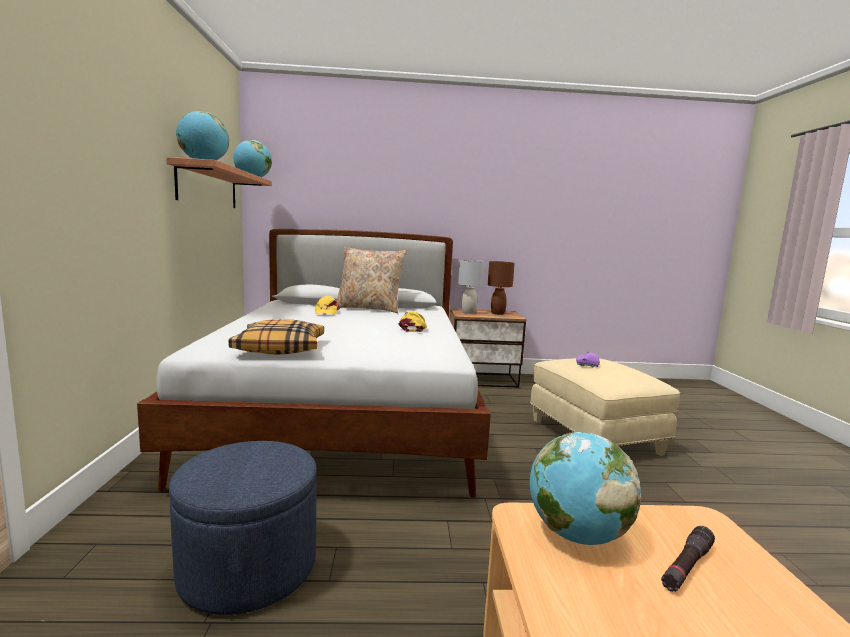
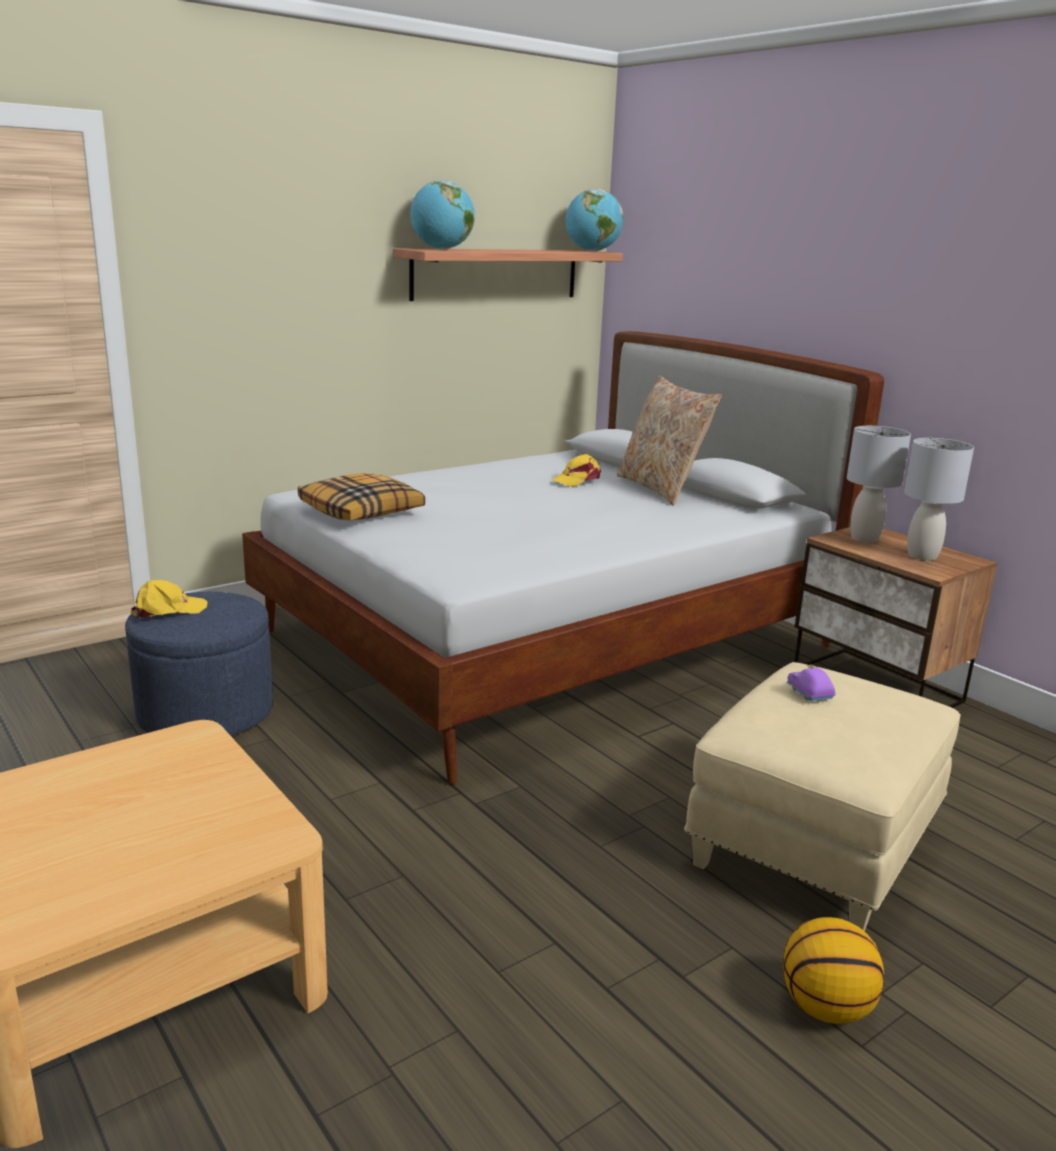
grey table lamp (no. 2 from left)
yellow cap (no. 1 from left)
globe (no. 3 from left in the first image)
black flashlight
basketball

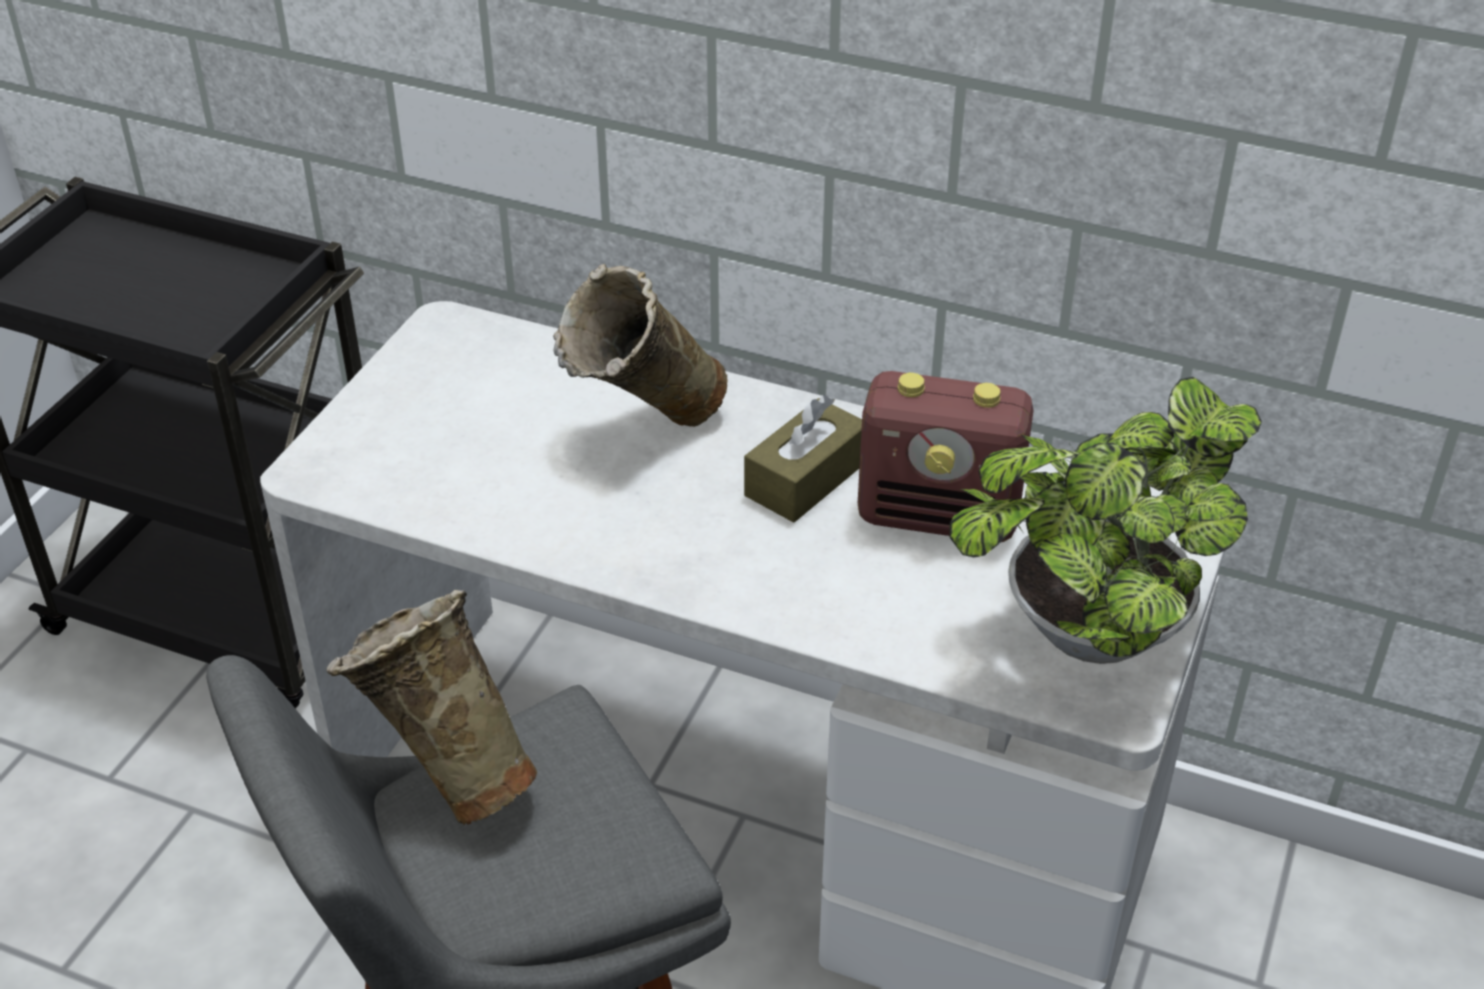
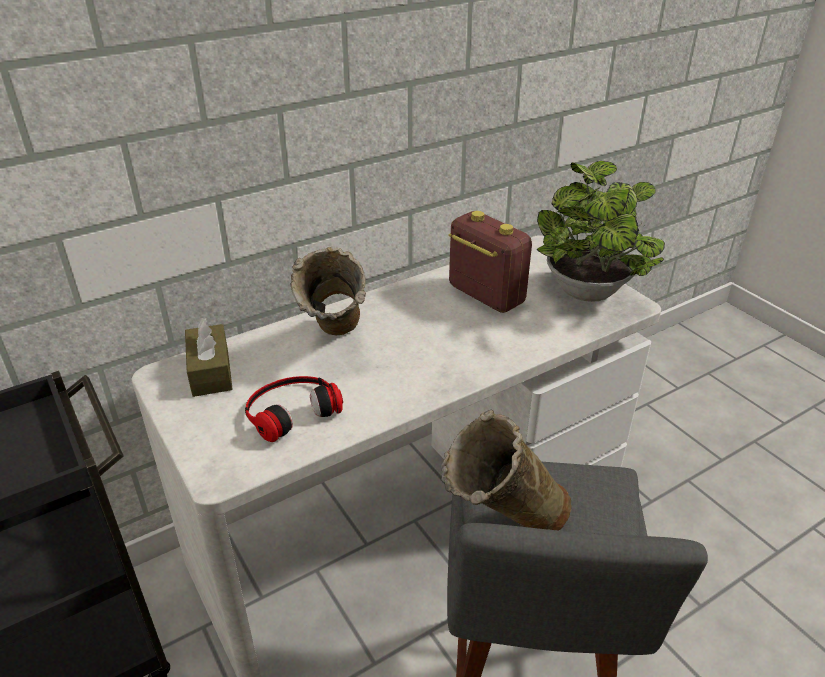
radio
brown tissue box
headphones

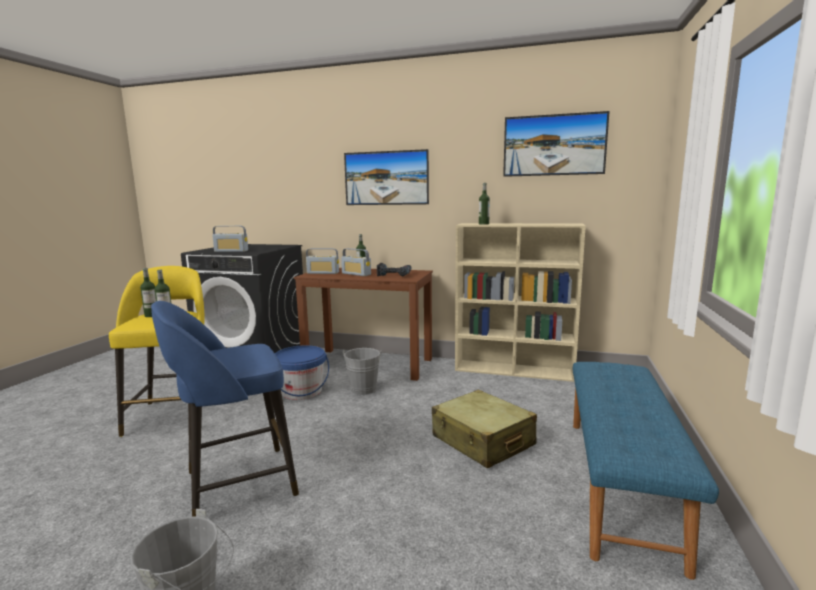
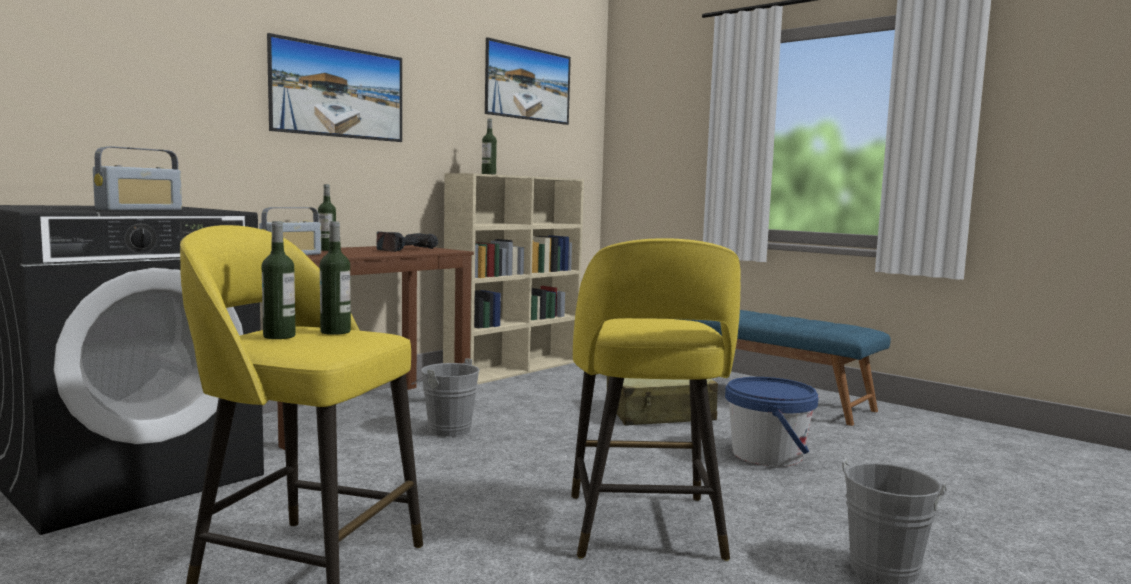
radio (no. 3 from left in the first image)
yellow stool (no. 2 from left)
blue bucket

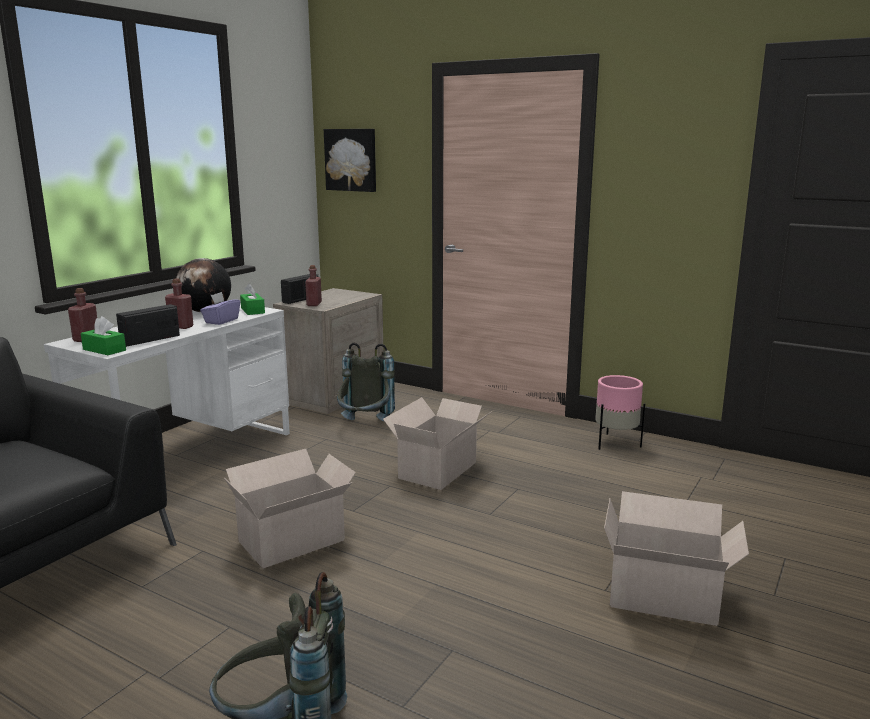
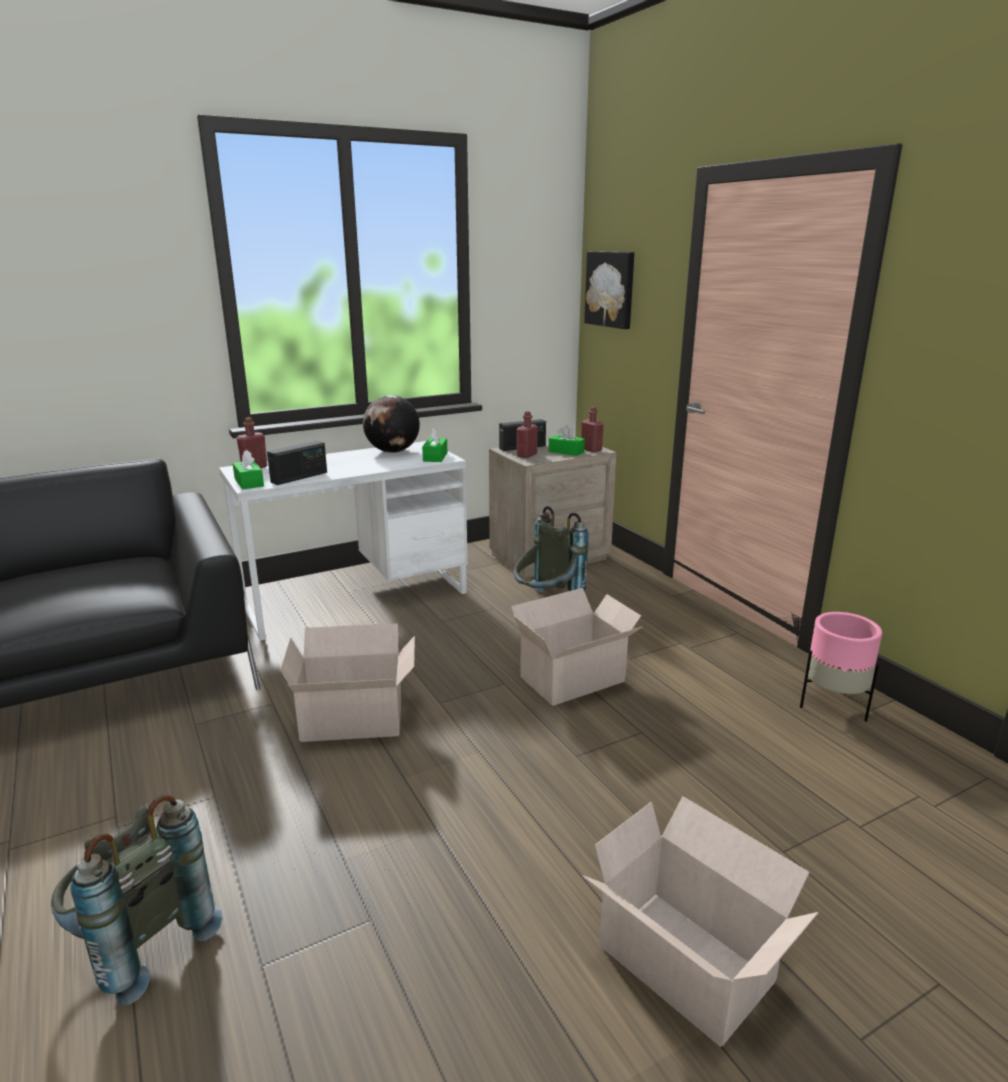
red bottle (no. 3 from left)
purple tissue box
radio (no. 1 from left)
green tissue box (no. 3 from left)

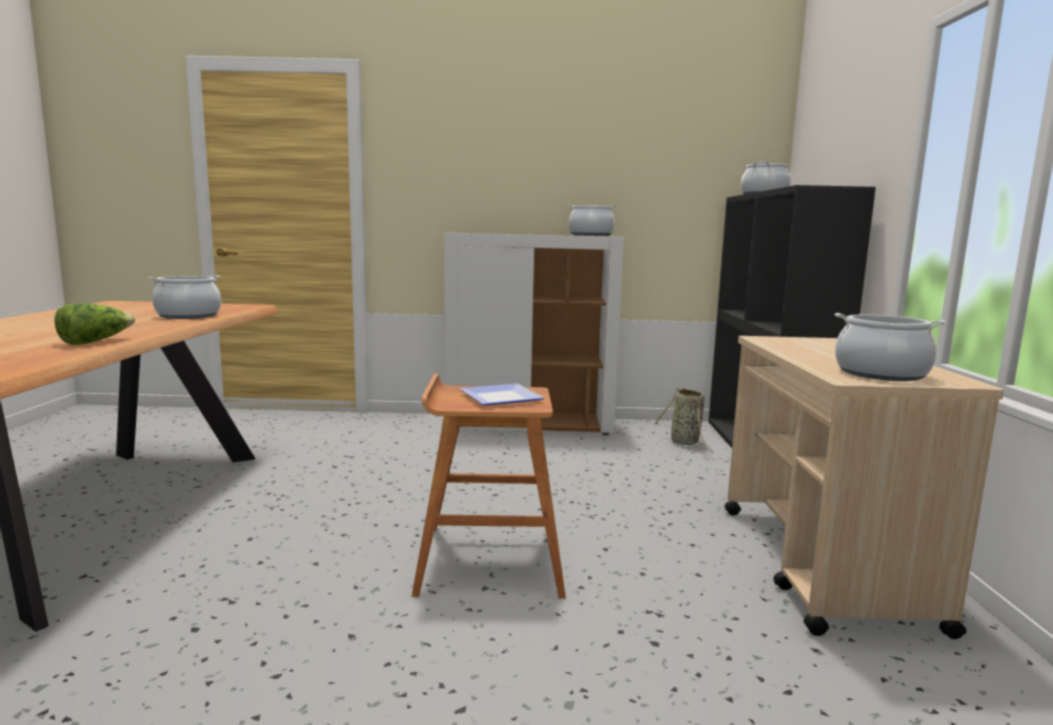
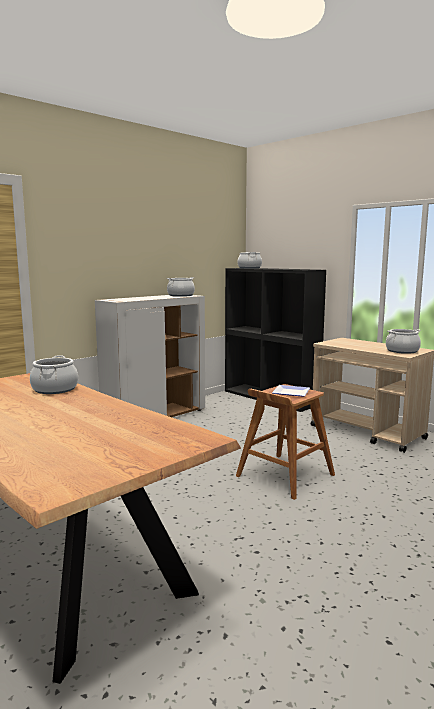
lettuce
basket

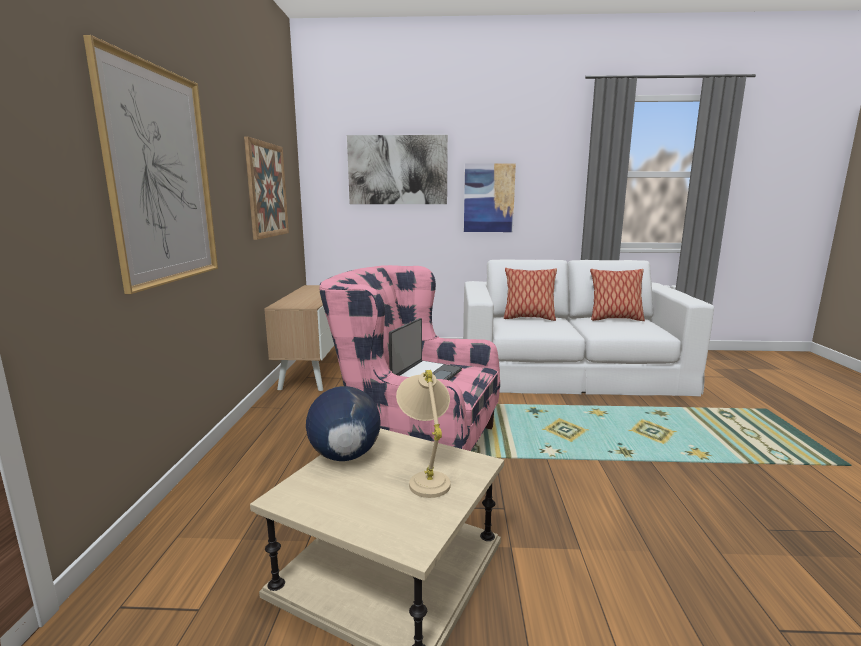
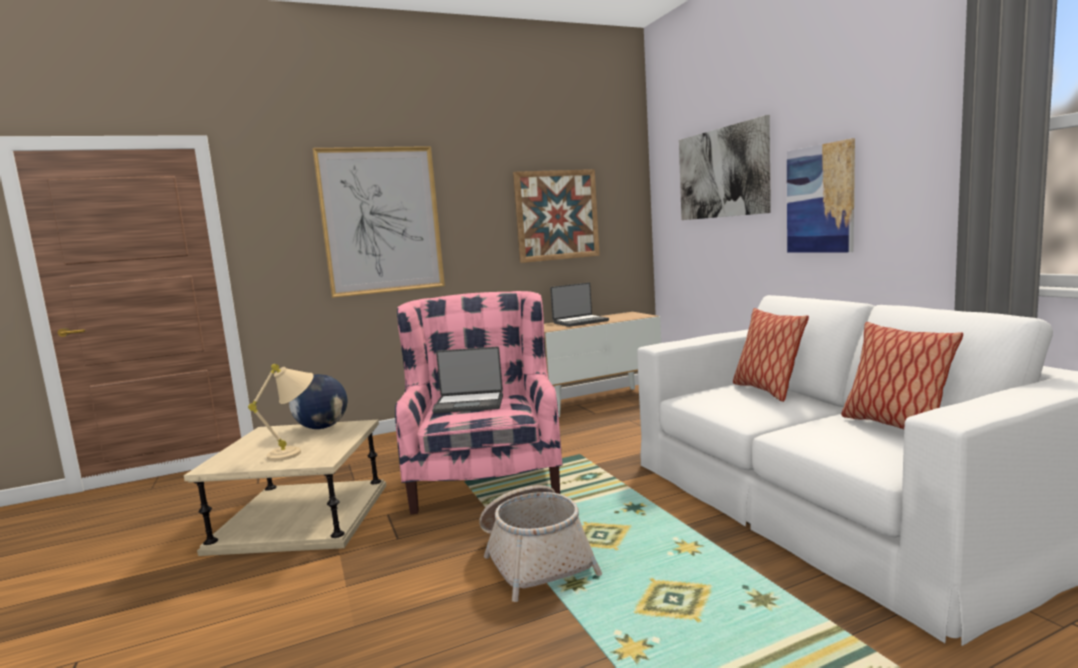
laptop (no. 2 from left)
basket

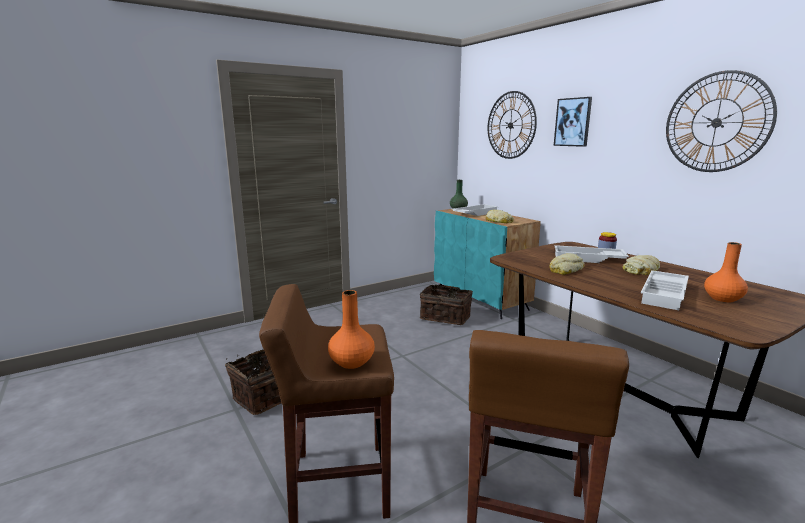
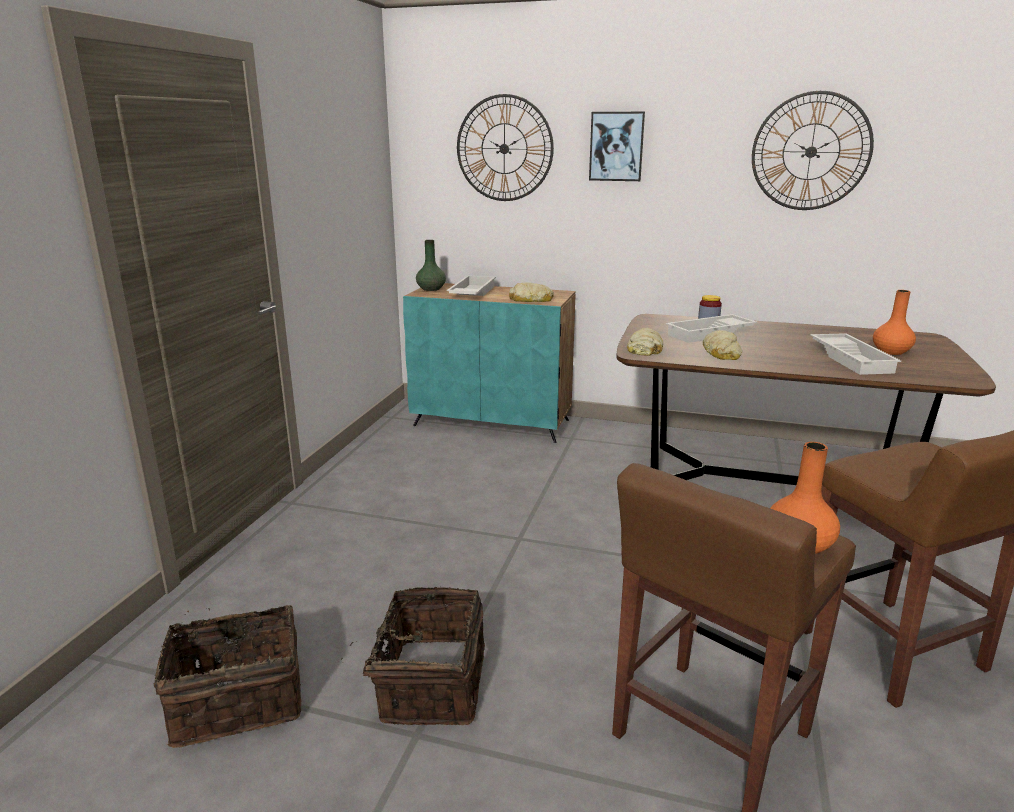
bread (no. 2 from left)
basket (no. 1 from left)

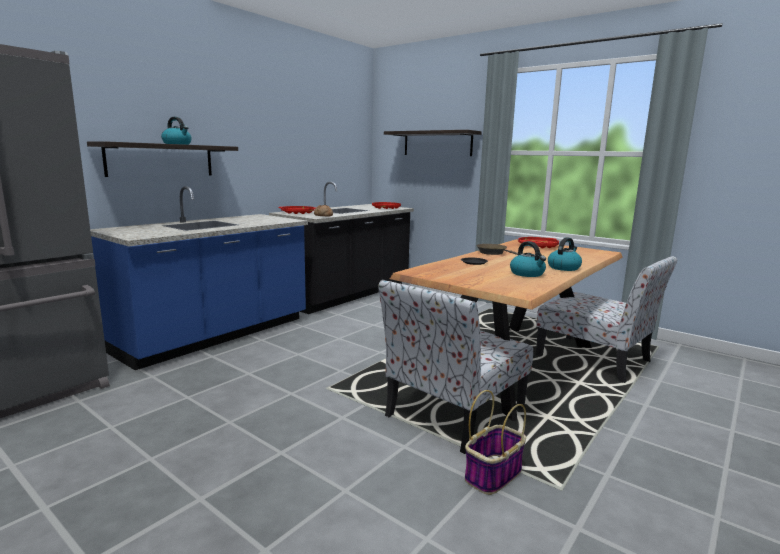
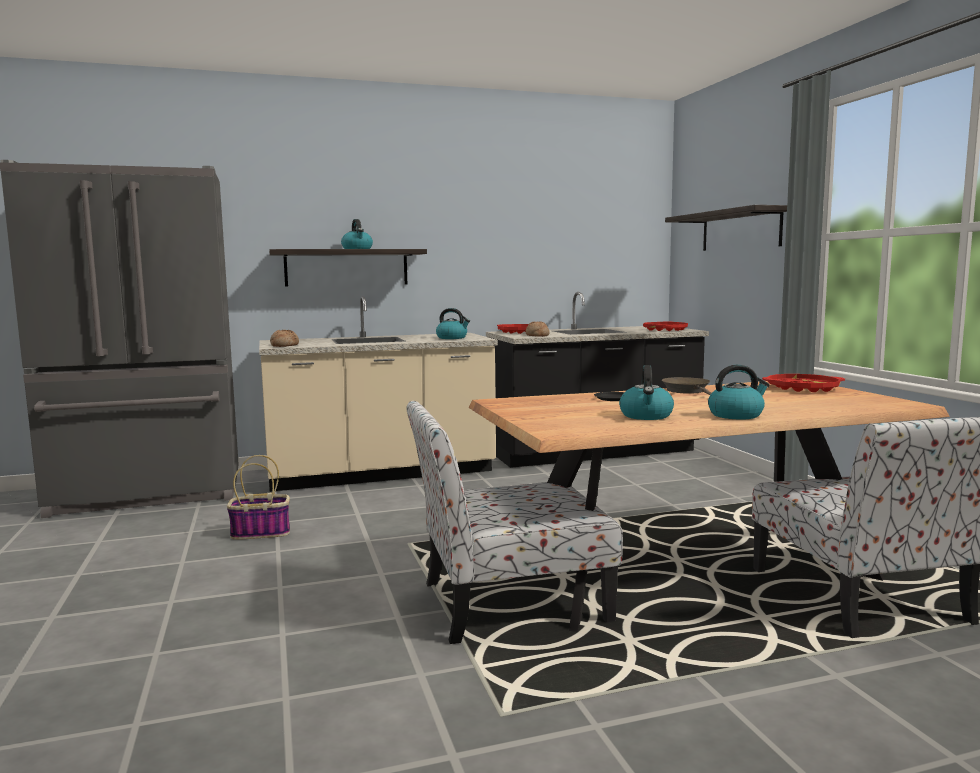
beige counter
basket
kettle (no. 2 from left)
bread (no. 1 from left)

